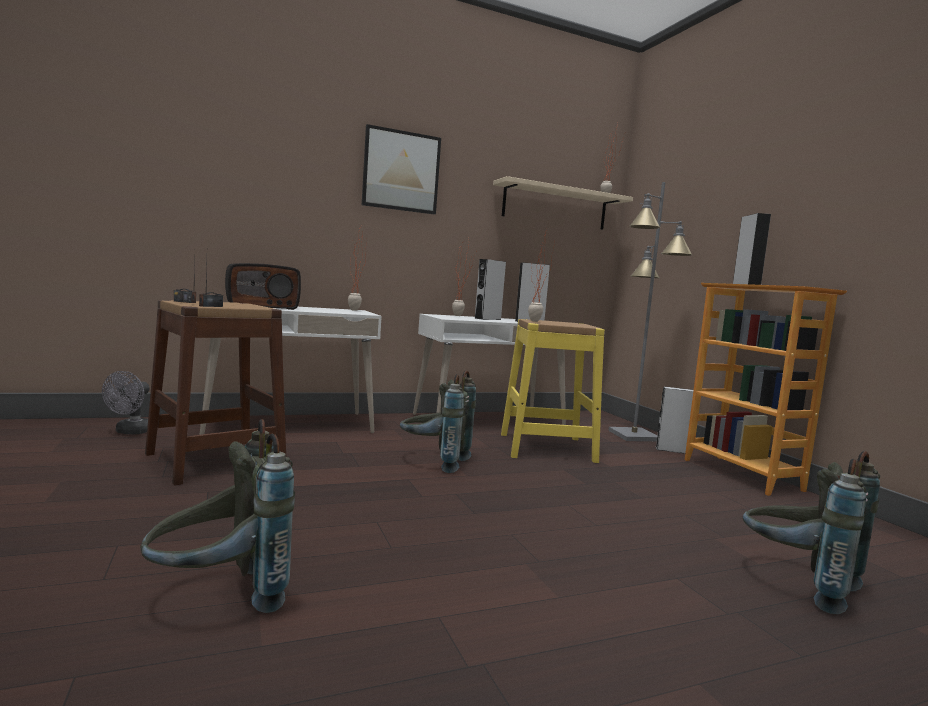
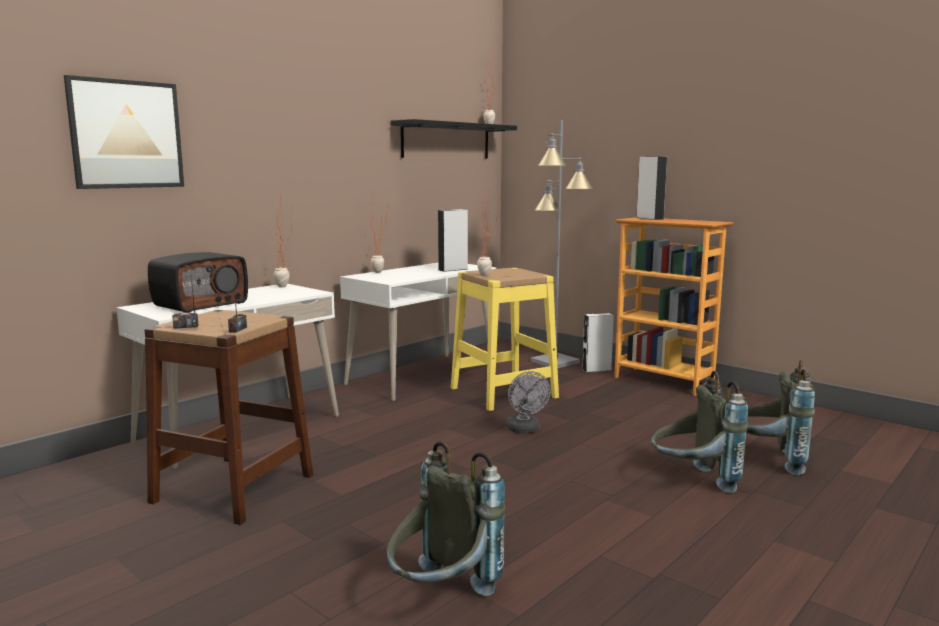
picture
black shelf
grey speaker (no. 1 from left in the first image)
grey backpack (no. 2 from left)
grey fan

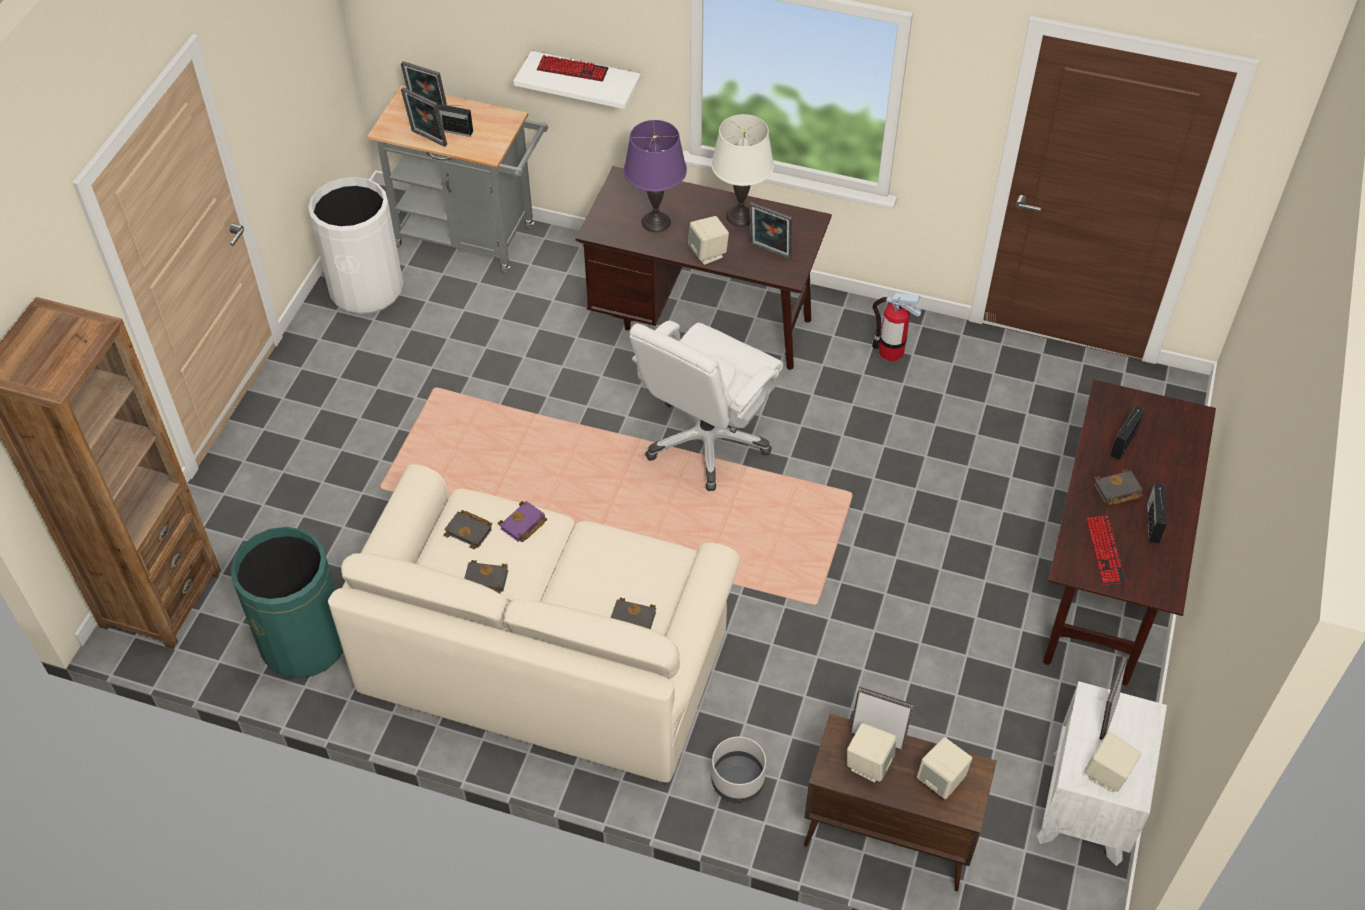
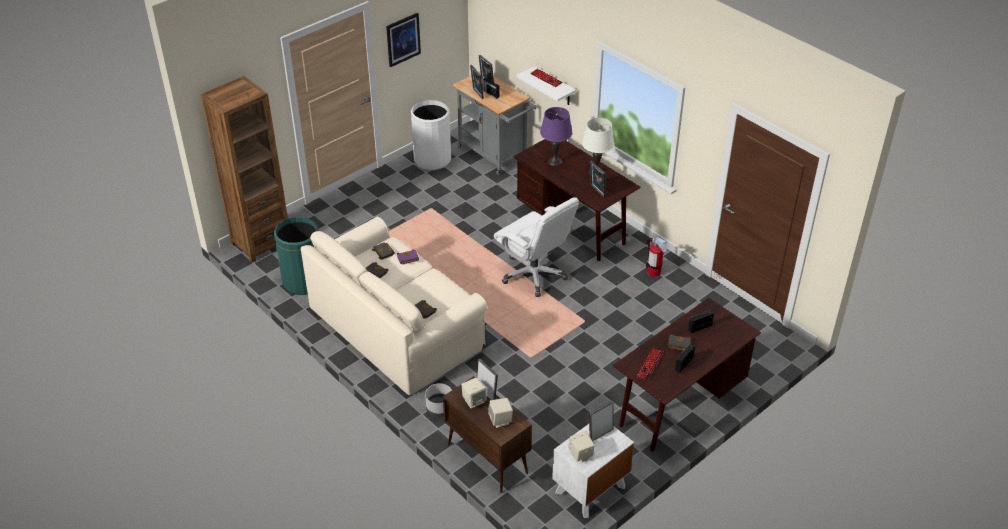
beige speaker (no. 1 from left in the first image)
white office chair
picture

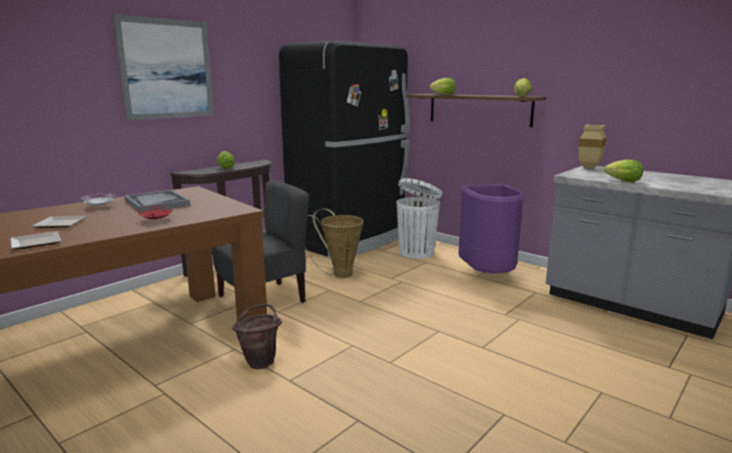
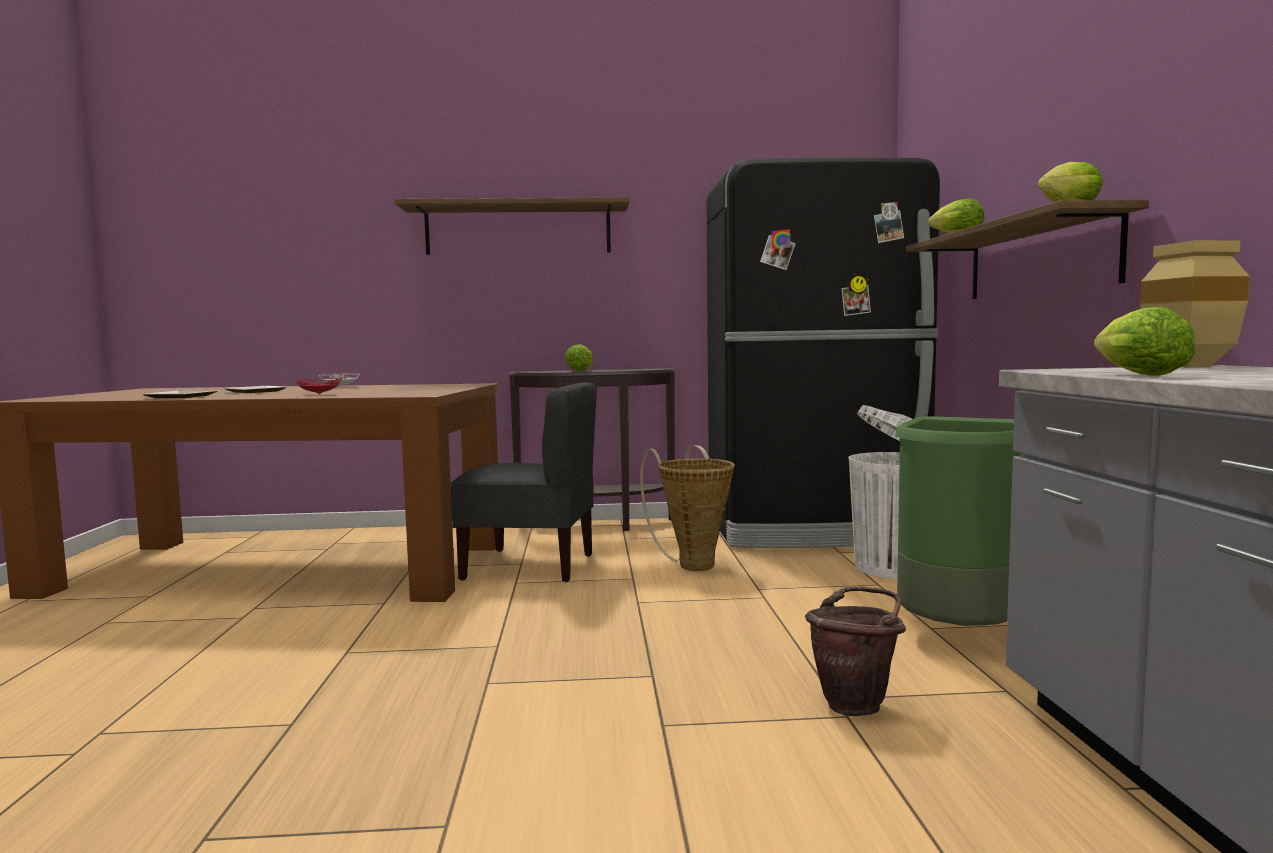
shelf (no. 1 from left)
green trash can
grey tray
brown bucket

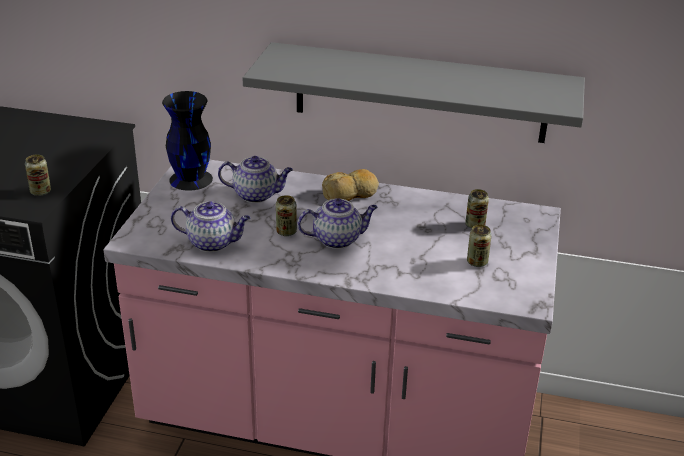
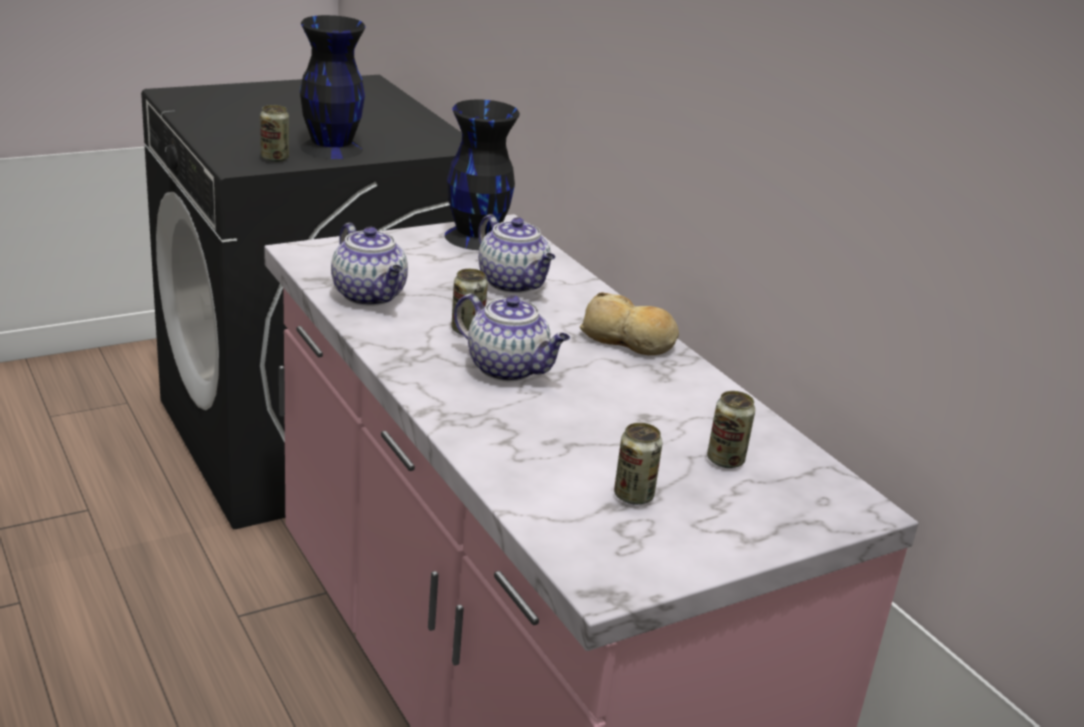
grey shelf
black vase (no. 1 from left)

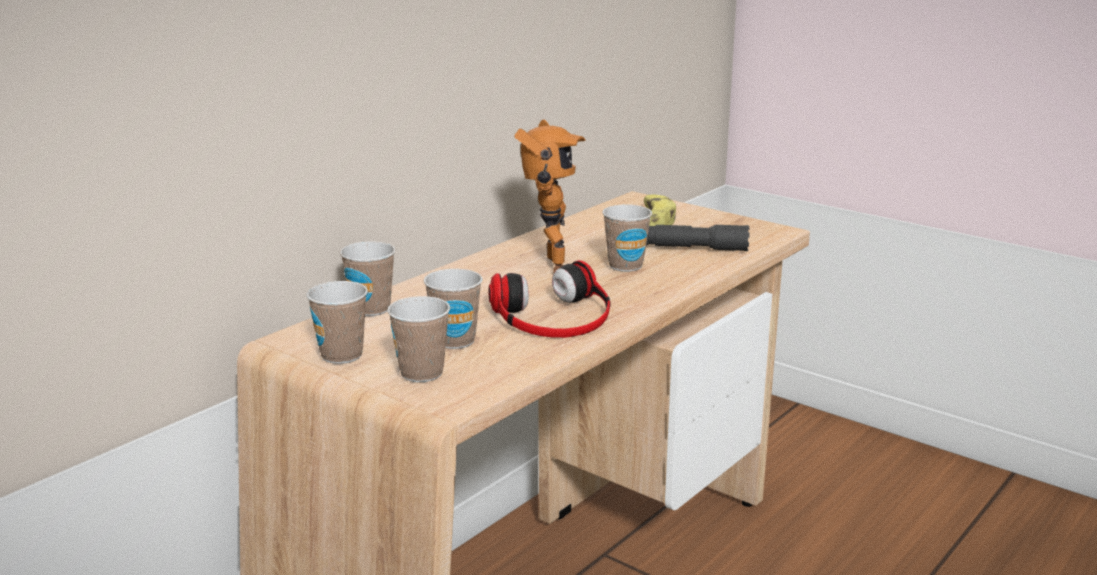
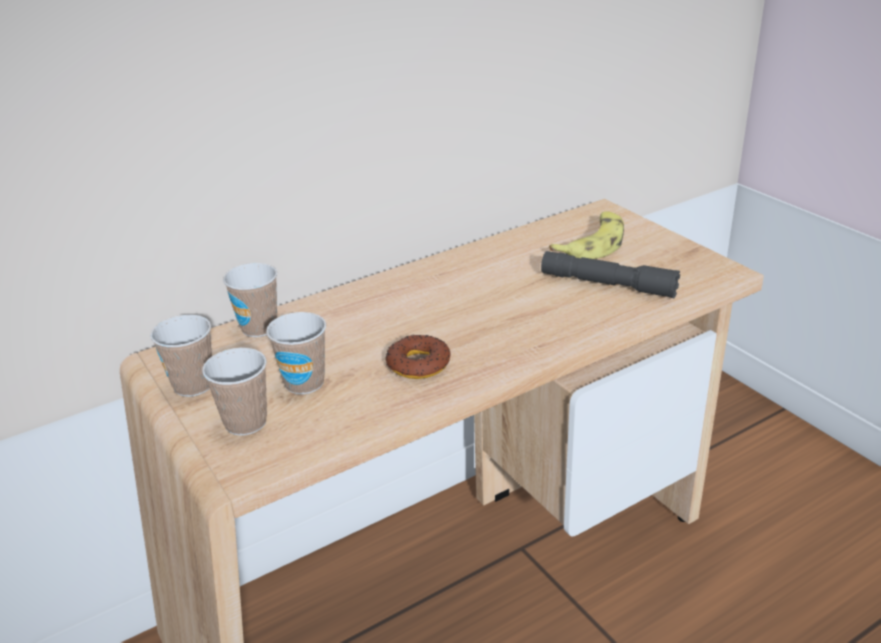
toy robot
cup (no. 5 from left in the first image)
donut

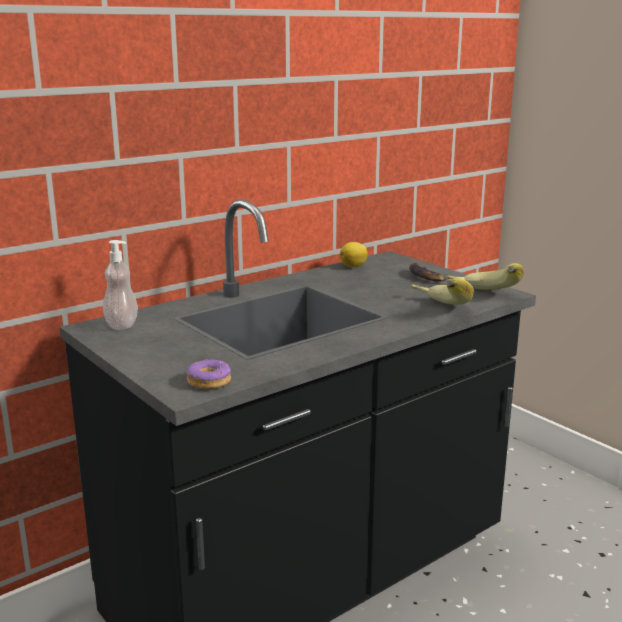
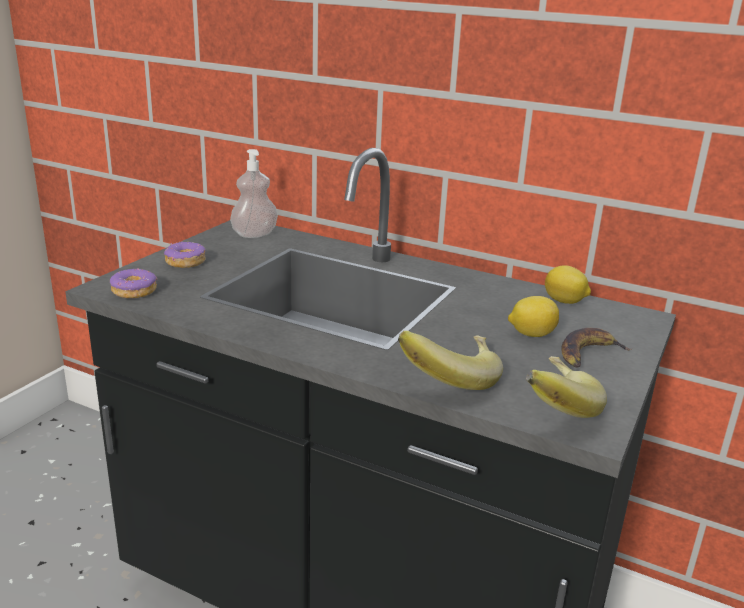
donut (no. 2 from left)
lemon (no. 1 from left)

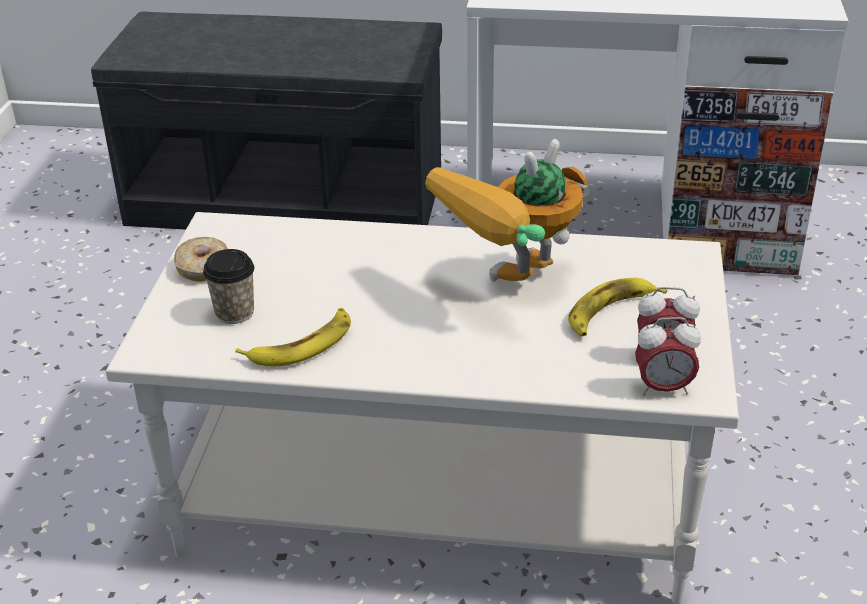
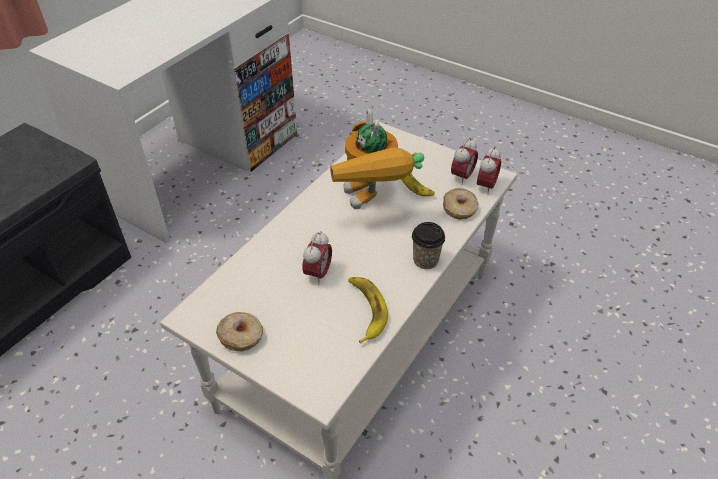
cup
donut (no. 2 from left)
alarm clock (no. 1 from left)

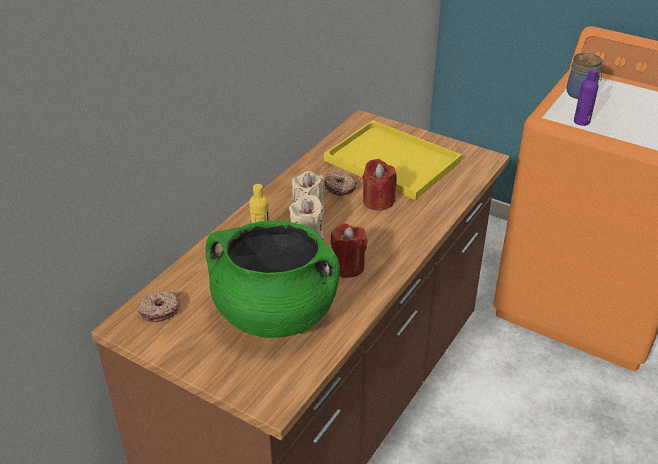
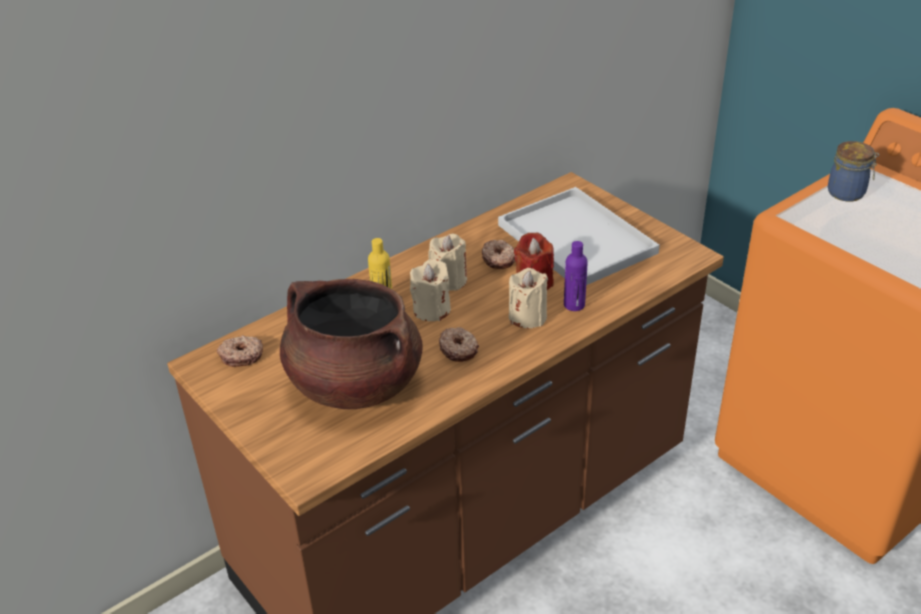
purple bottle
white tray
brown cooking pot
donut (no. 2 from left)
beige candle (no. 3 from left)

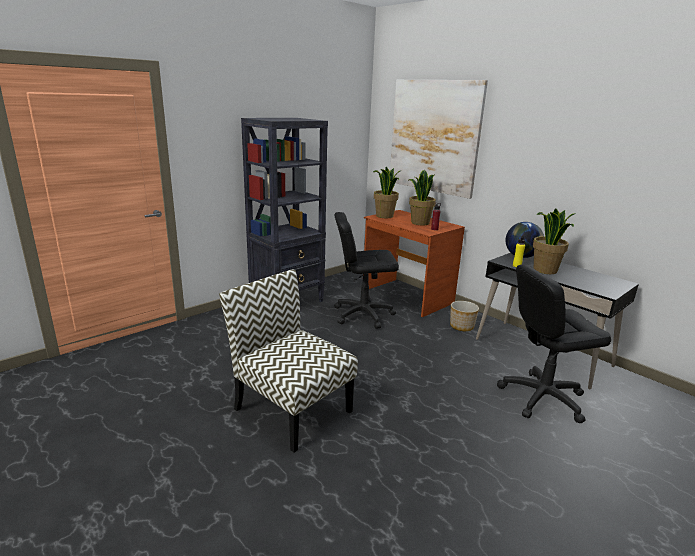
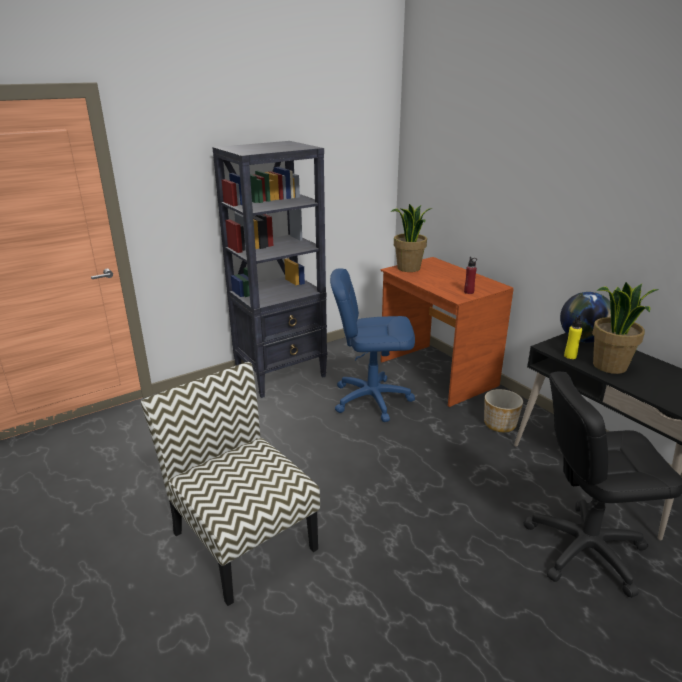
picture
potted plant (no. 2 from left in the first image)
blue office chair

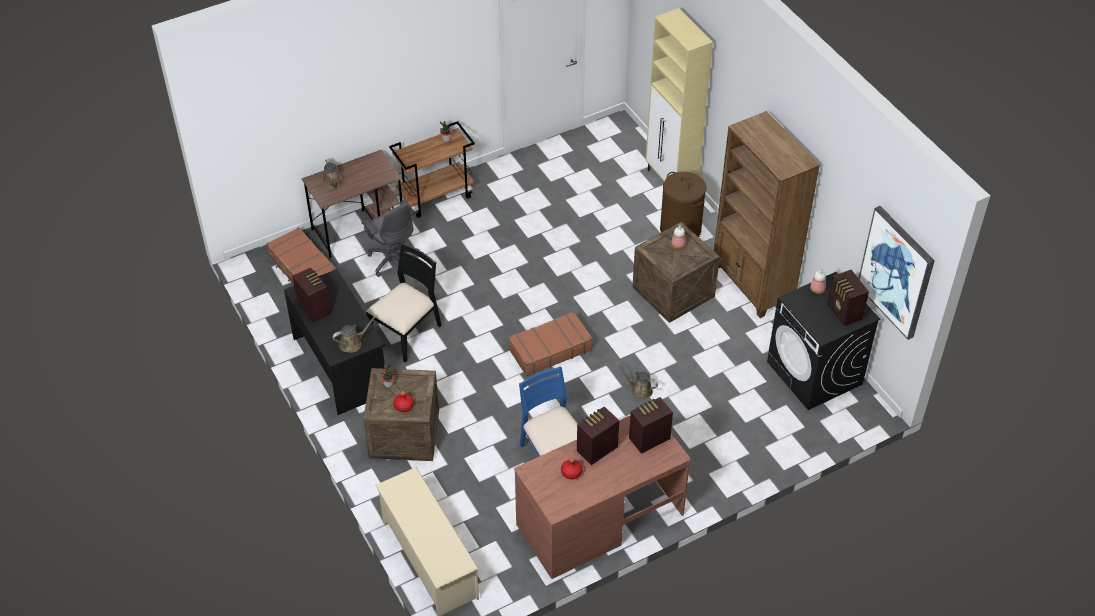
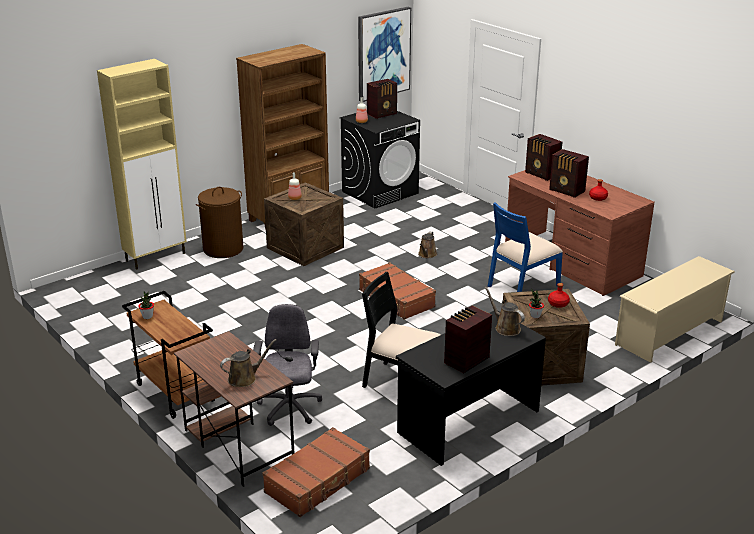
grey office chair

